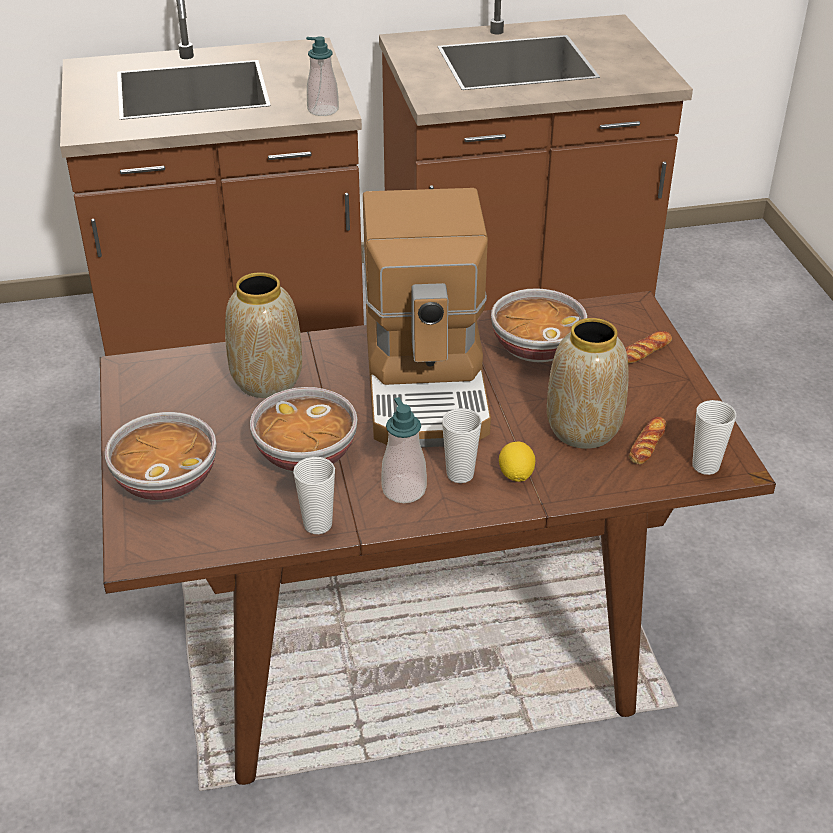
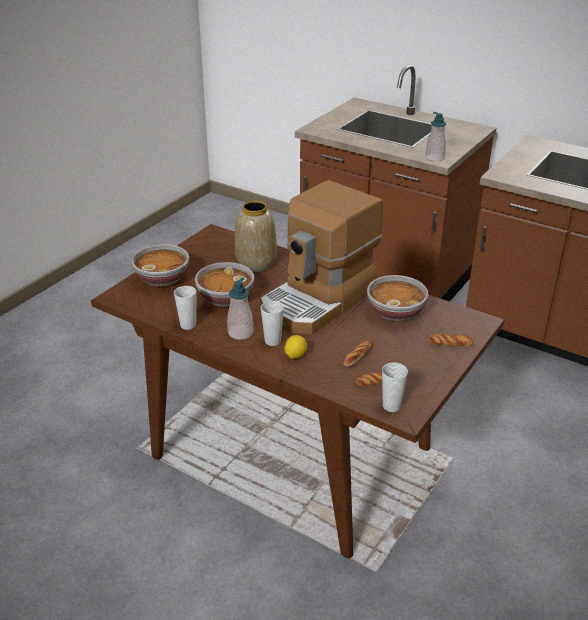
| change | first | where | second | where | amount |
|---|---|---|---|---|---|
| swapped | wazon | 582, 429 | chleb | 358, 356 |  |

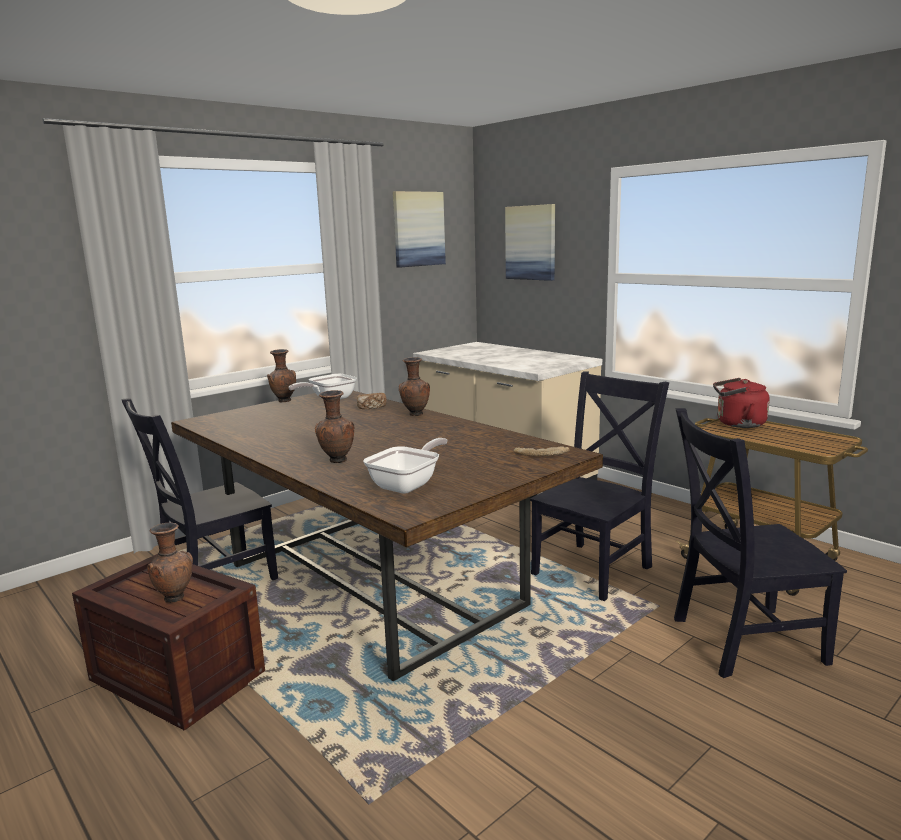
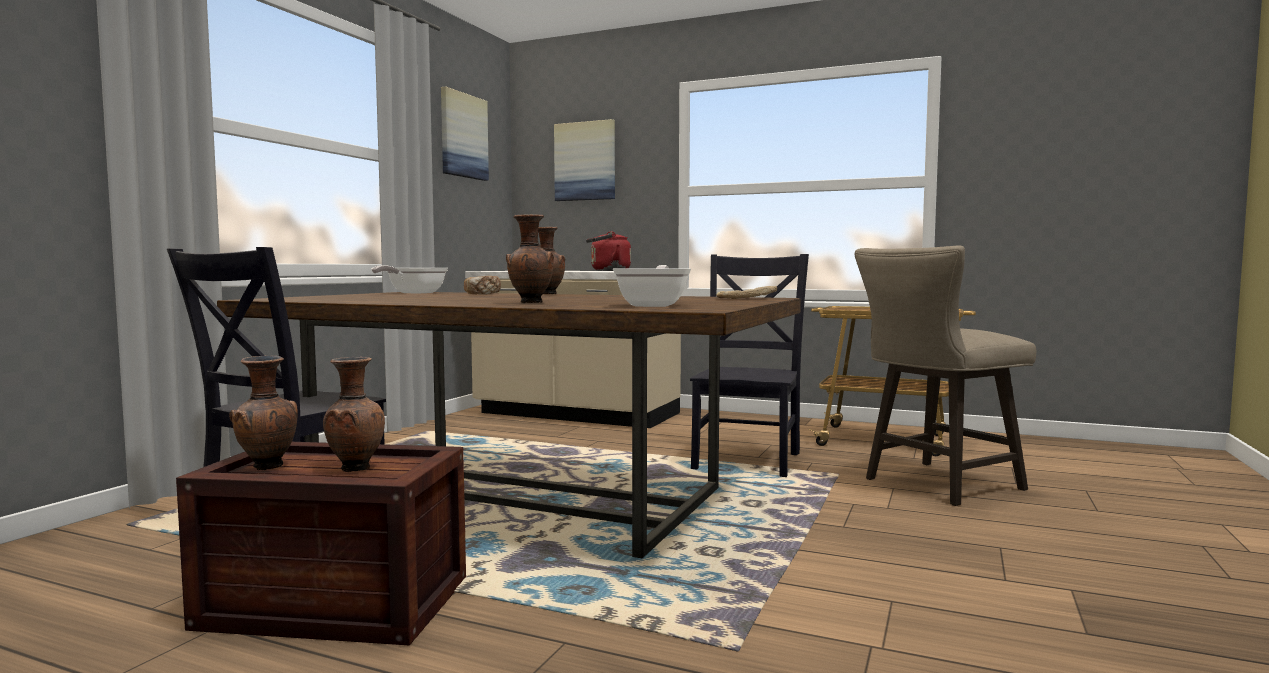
| change | first | where | second | where | amount |
|---|---|---|---|---|---|
| shifted | wazon (brązowy) | 284, 401 |  | 267, 467 |  |
| shifted | czajnik (czerwony) | 737, 424 |  | 608, 270 |  |
| swapped | krzesło (czarny) | 741, 640 | stołek (beżowy) | 935, 485 |  |

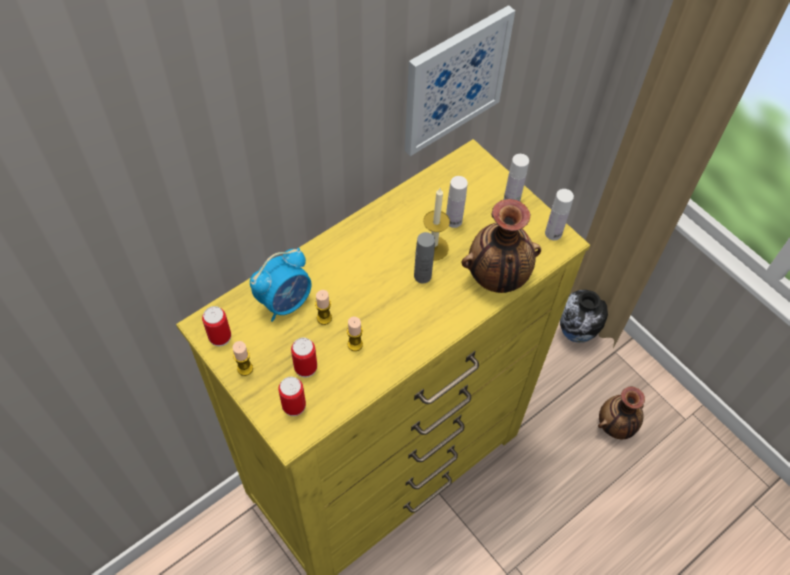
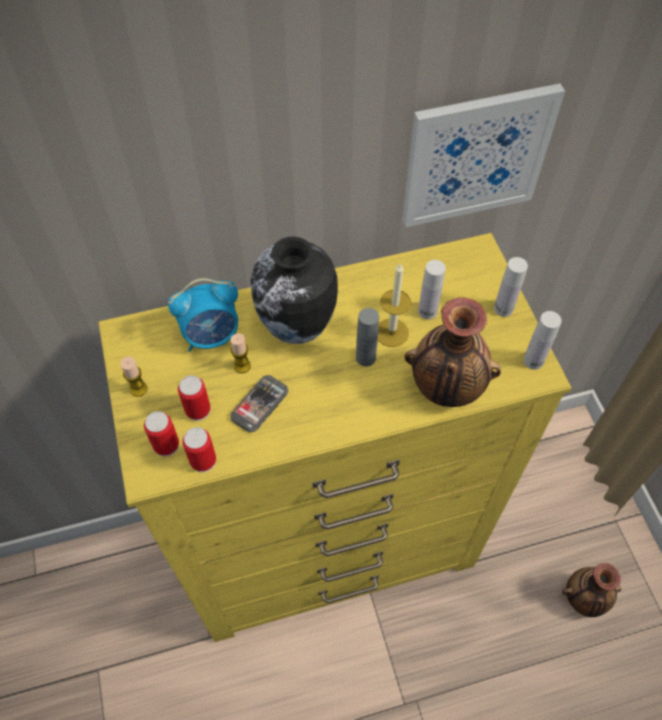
| change | first | where | second | where | amount |
|---|---|---|---|---|---|
| shifted | puszka | 220, 337 |  | 203, 460 |  |
| shifted | wazon | 575, 333 |  | 296, 329 |  |
| swapped | świeca | 355, 344 | telefon | 259, 404 |  |

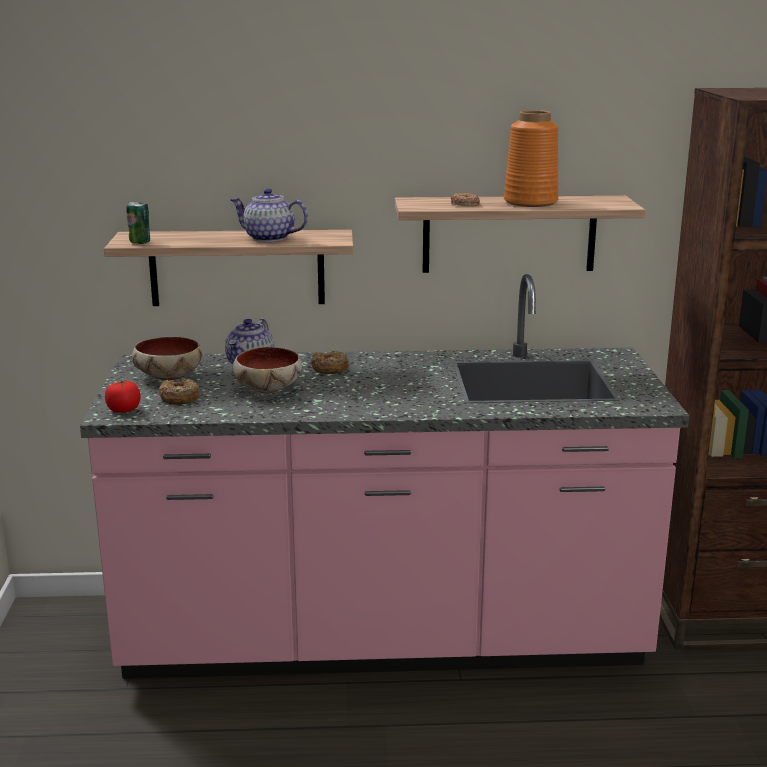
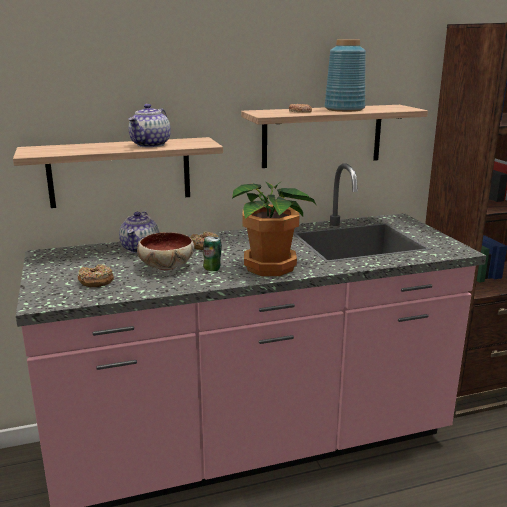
| change | first | where | second | where | amount |
|---|---|---|---|---|---|
| gone | pomidor | 124, 410 |  |  |  |
| gone | miska | 167, 377 |  |  |  |
| new |  |  | roślina doniczkowa | 272, 267 |  |
| shifted | puszka | 139, 242 |  | 212, 269 |  |
| repainted | wazon (pomarańczowy) | 531, 202 | wazon (niebieski) | 345, 109 |  |
| rotated | imbryk | 268, 238 |  | 151, 145 | 75 degrees counterclockwise |

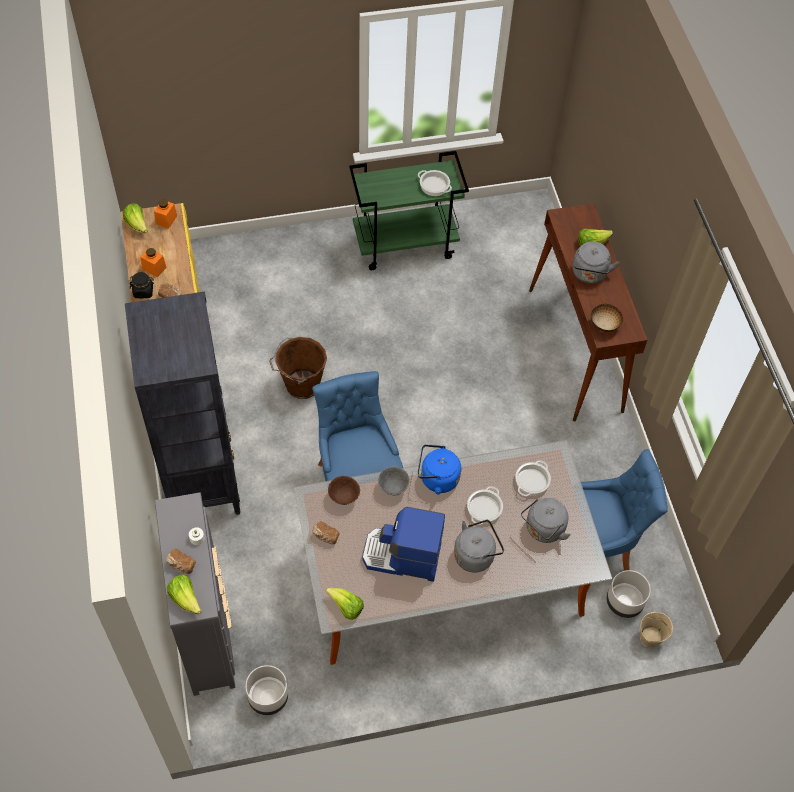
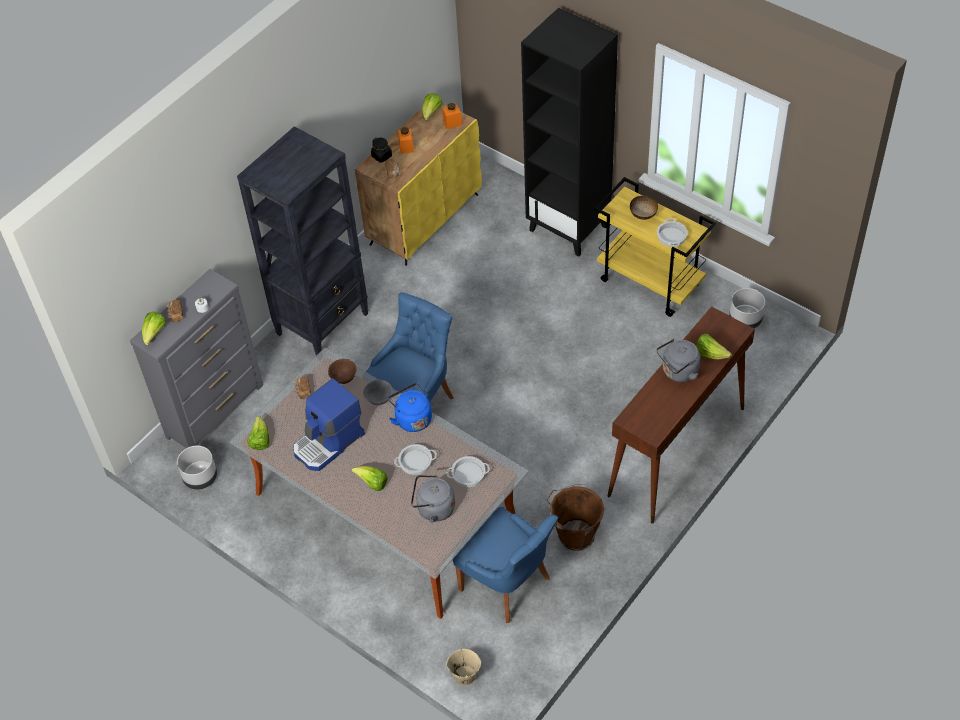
| change | first | where | second | where | amount |
|---|---|---|---|---|---|
| new |  |  | regał (czarny) | 569, 228 |  |
| shifted | wiadro (brązowy) | 301, 385 |  | 575, 534 |  |
| shifted | miska | 604, 325 |  | 643, 215 |  |
| shifted | donica (szary) | 624, 601 |  | 745, 319 |  |
| swapped | czajnik (szary) | 476, 555 | sałata | 372, 483 |  |
| repainted | wózek (zielony) | 406, 244 | wózek (żółty) | 651, 282 |  |
| rotated | ekspres do kawy | 402, 557 |  | 329, 443 | 105 degrees counterclockwise |

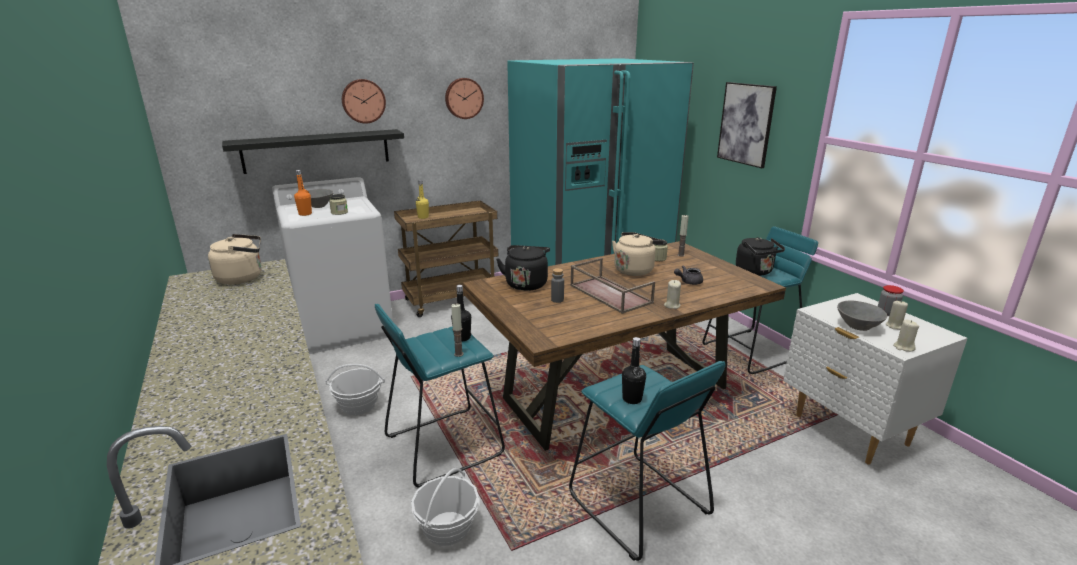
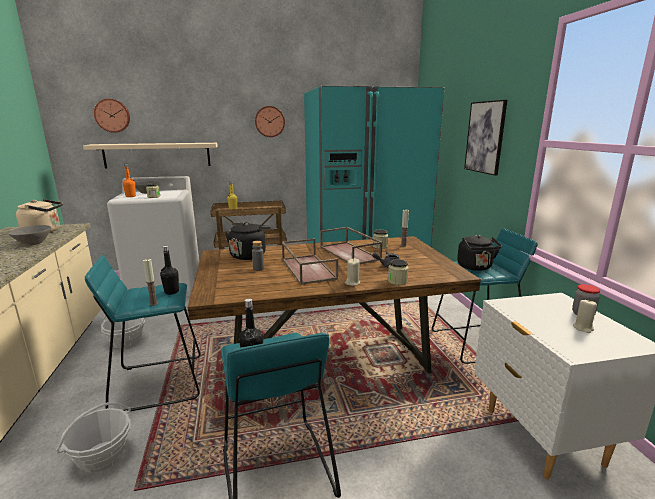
| change | first | where | second | where | amount |
|---|---|---|---|---|---|
| gone | świeca (beżowy) | 903, 347 |  |  |  |
| new |  |  | słoik | 397, 281 |  |
| shifted | zegar ścienny | 363, 101 |  | 112, 115 |  |
| shifted | miska (szary) | 858, 327 |  | 33, 243 |  |
| swapped | czajnik (beżowy) | 635, 270 | taca (brązowy) | 350, 253 |  |
| repainted | półka (czarny) | 317, 151 | półka (beżowy) | 157, 155 |  |

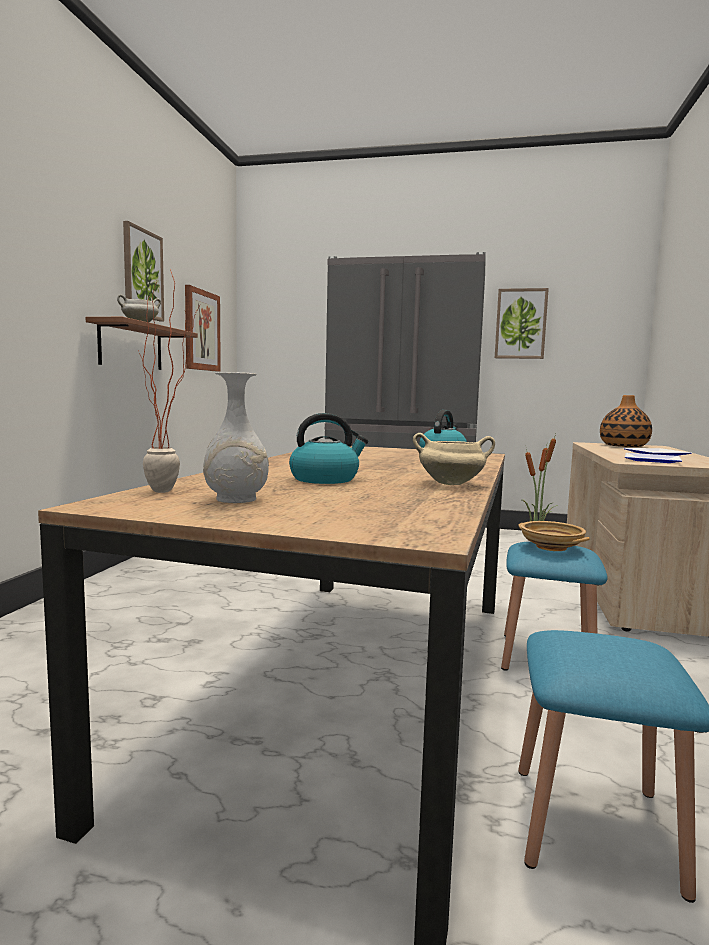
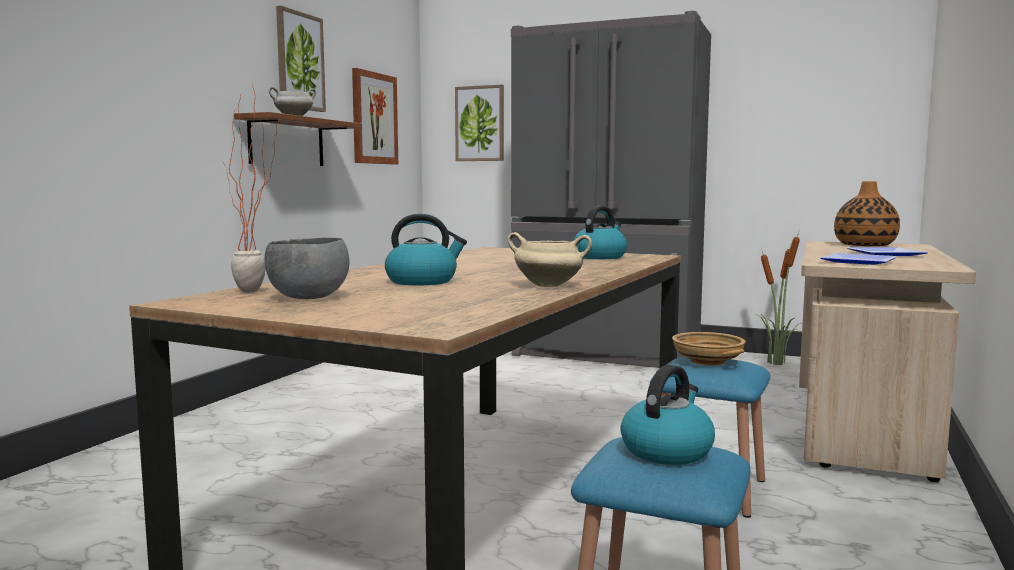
| change | first | where | second | where | amount |
|---|---|---|---|---|---|
| new |  |  | czajnik | 667, 450 |  |
| shifted | obraz | 520, 324 |  | 480, 123 |  |
| swapped | wazon (biały) | 236, 499 | miska (szary) | 308, 298 |  |

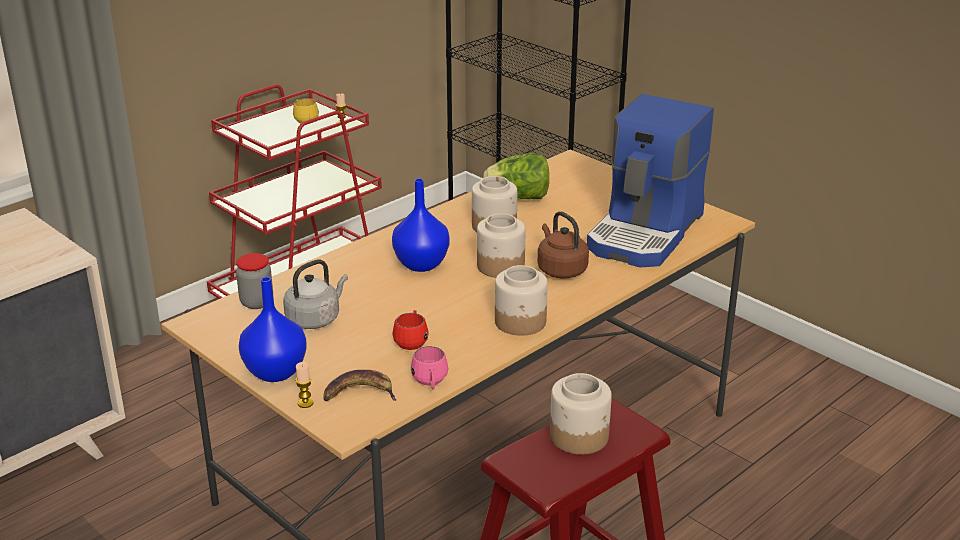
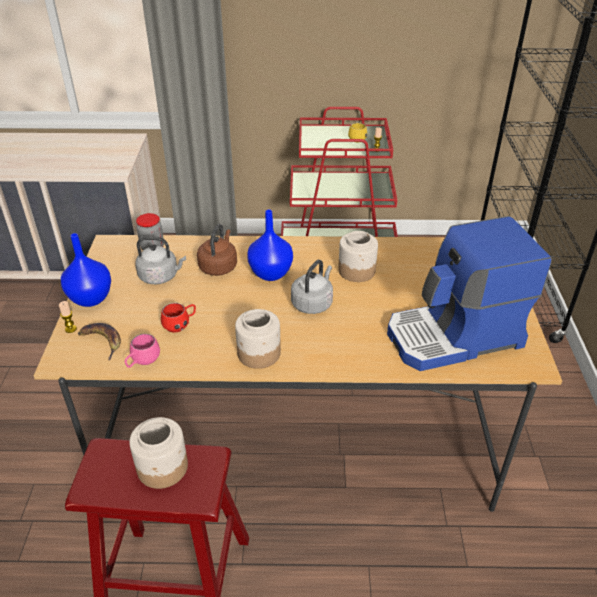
| change | first | where | second | where | amount |
|---|---|---|---|---|---|
| gone | sałata | 519, 197 |  |  |  |
| shifted | czajnik (brązowy) | 560, 269 |  | 219, 266 |  |
| swapped | słoik | 500, 266 | czajnik (szary) | 313, 303 |  |

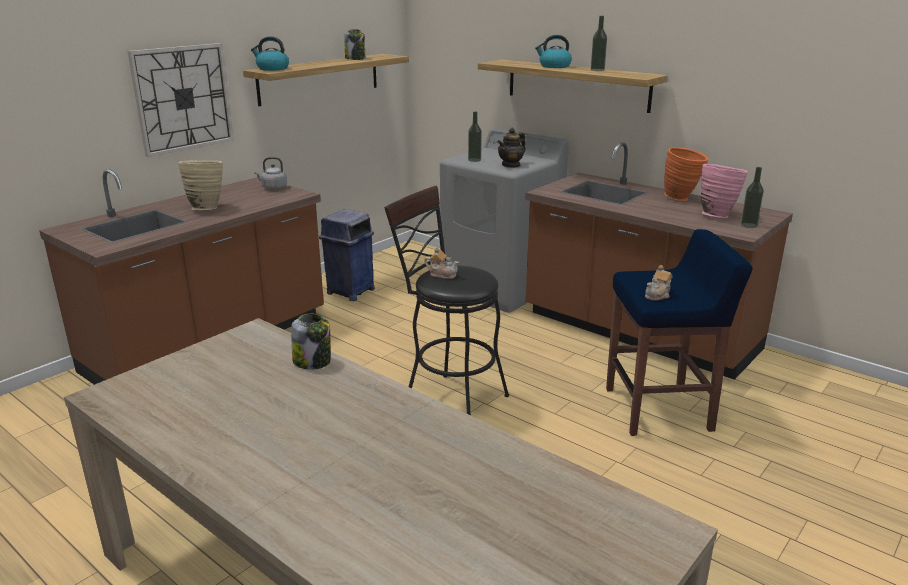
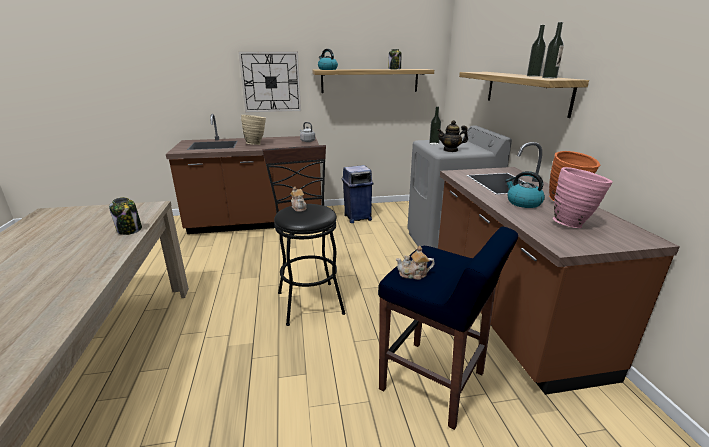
| change | first | where | second | where | amount |
|---|---|---|---|---|---|
| shifted | czajnik | 554, 66 |  | 523, 203 |  |
| shifted | butelka | 749, 225 |  | 549, 78 |  |

